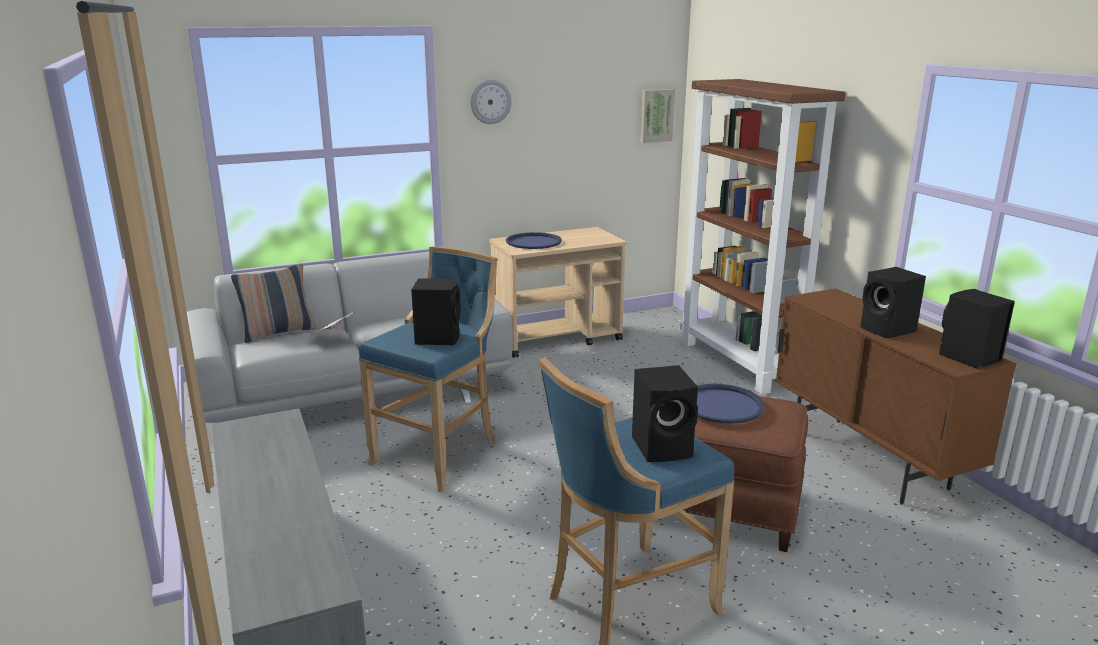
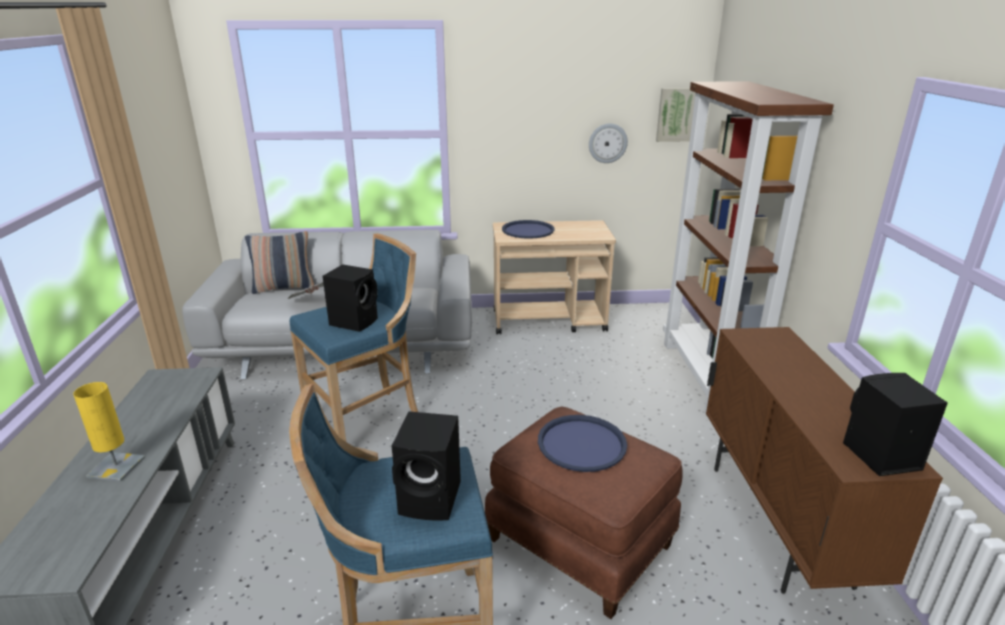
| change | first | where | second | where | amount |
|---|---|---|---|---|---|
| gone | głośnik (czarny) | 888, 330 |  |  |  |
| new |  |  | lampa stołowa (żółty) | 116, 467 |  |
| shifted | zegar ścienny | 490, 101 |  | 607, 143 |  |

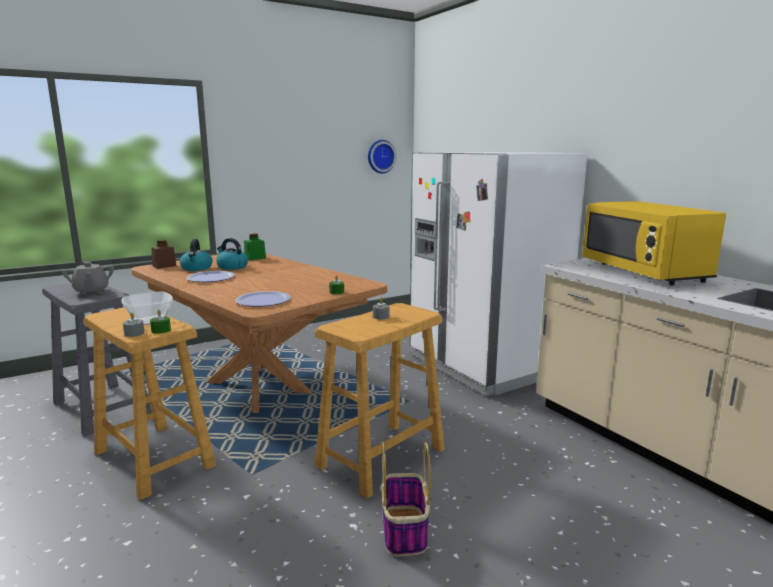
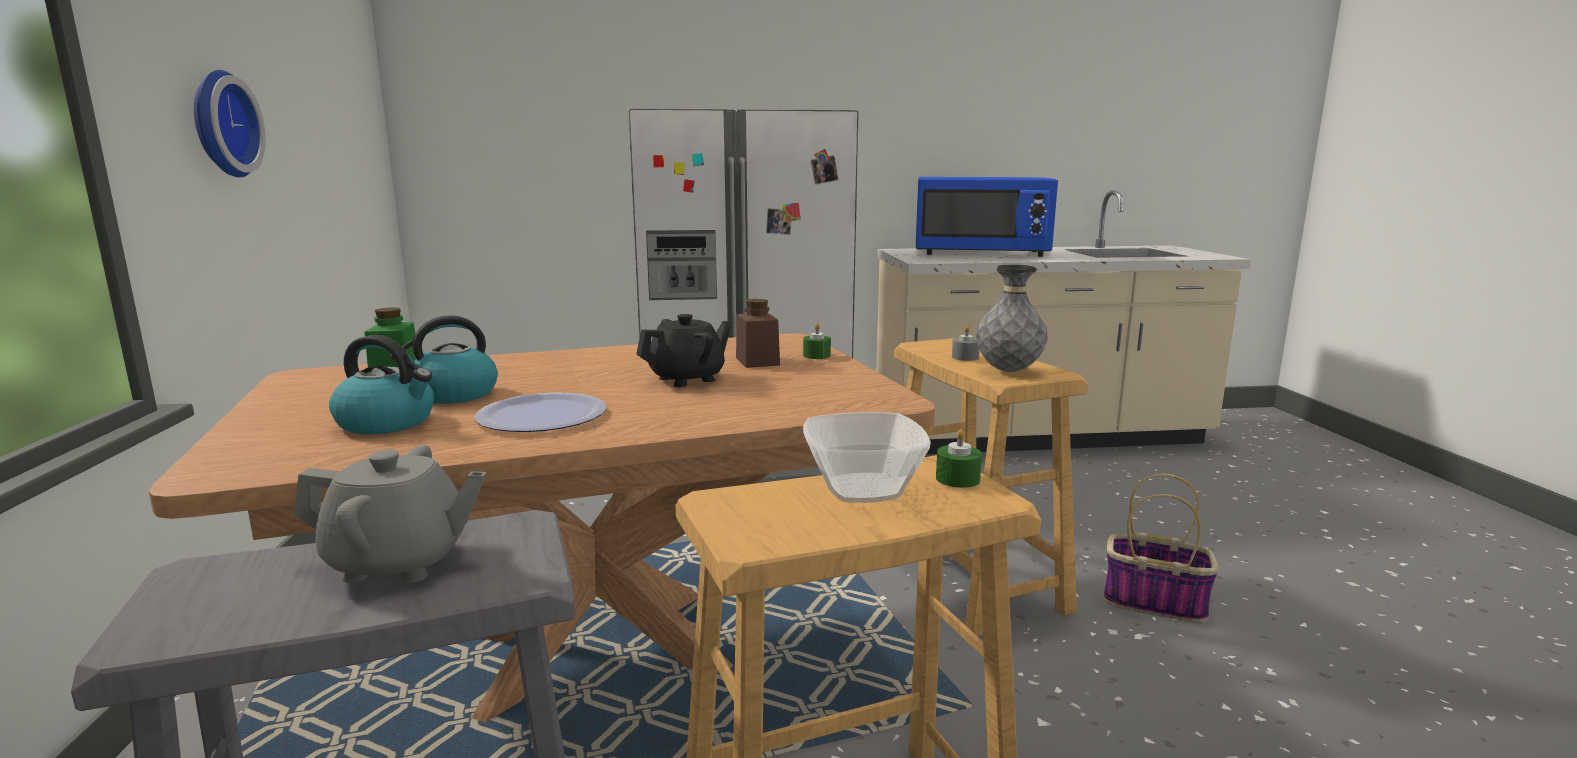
| change | first | where | second | where | amount |
|---|---|---|---|---|---|
| gone | świeca (szary) | 134, 333 |  |  |  |
| gone | talerz | 263, 300 |  |  |  |
| new |  |  | imbryk (czarny) | 687, 379 |  |
| new |  |  | wazon (szary) | 1008, 371 |  |
| shifted | słoik (brązowy) | 164, 266 |  | 757, 361 |  |
| shifted | zegar ścienny | 380, 156 |  | 220, 124 |  |
| repainted | mikrofalówka (żółty) | 644, 272 | mikrofalówka (niebieski) | 980, 253 |  |

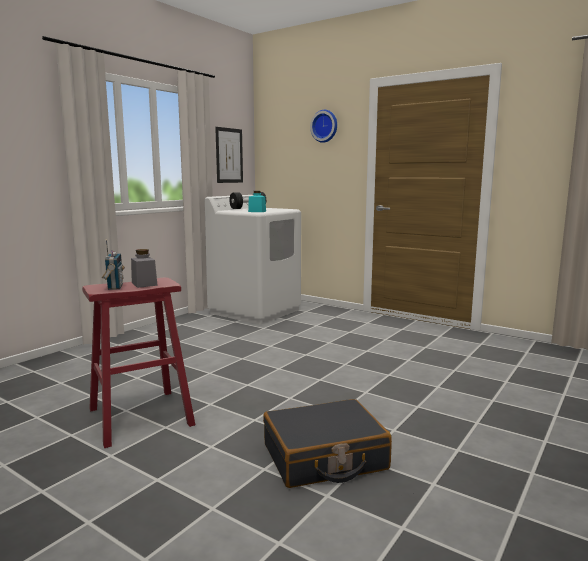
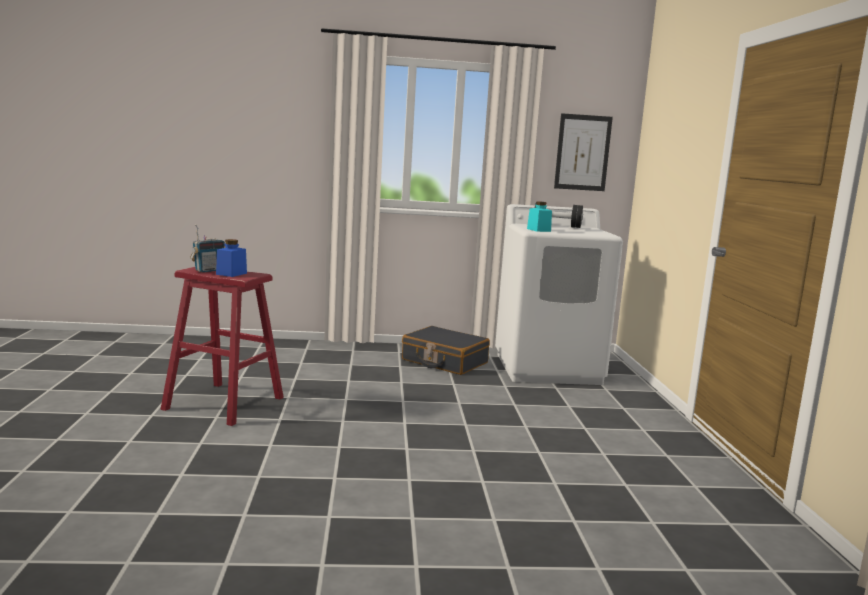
| change | first | where | second | where | amount |
|---|---|---|---|---|---|
| gone | zegar ścienny | 325, 126 |  |  |  |
| shifted | walizka (czarny) | 324, 458 |  | 444, 361 |  |
| repainted | słoik (szary) | 144, 284 | słoik (niebieski) | 231, 274 |  |

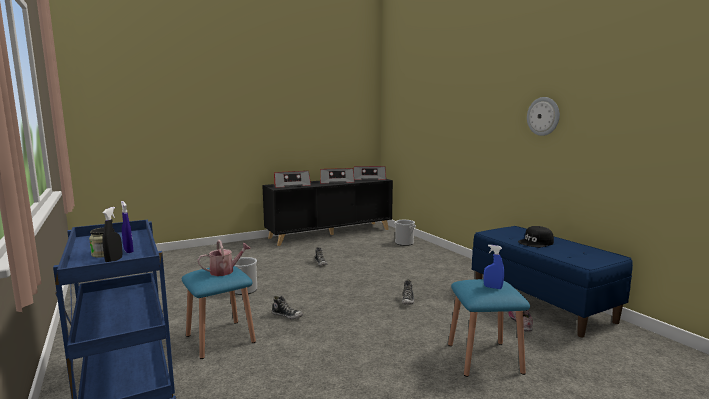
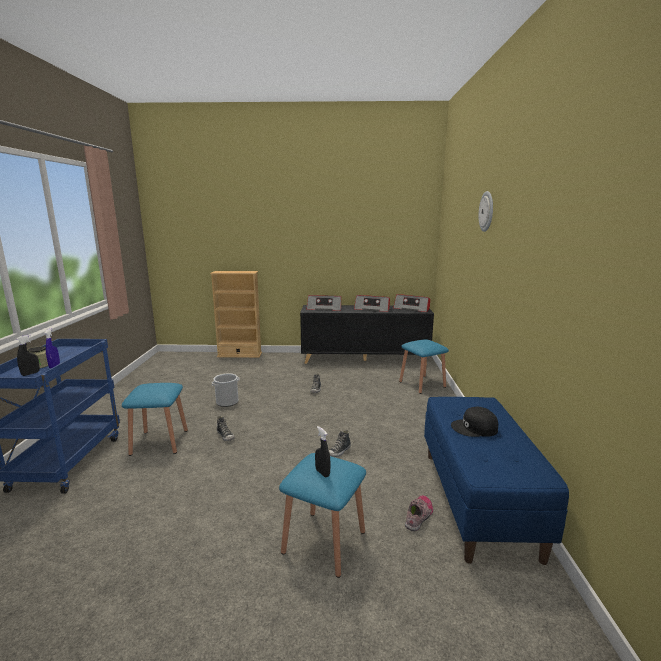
| change | first | where | second | where | amount |
|---|---|---|---|---|---|
| gone | konewka | 225, 271 |  |  |  |
| new |  |  | regał (beżowy) | 239, 355 |  |
| shifted | zegar ścienny | 543, 116 |  | 487, 211 |  |
| swapped | wiadro | 404, 243 | stołek (niebieski) | 422, 384 |  |
| repainted | spryskiwacz (niebieski) | 492, 287 | spryskiwacz (czarny) | 322, 473 |  |

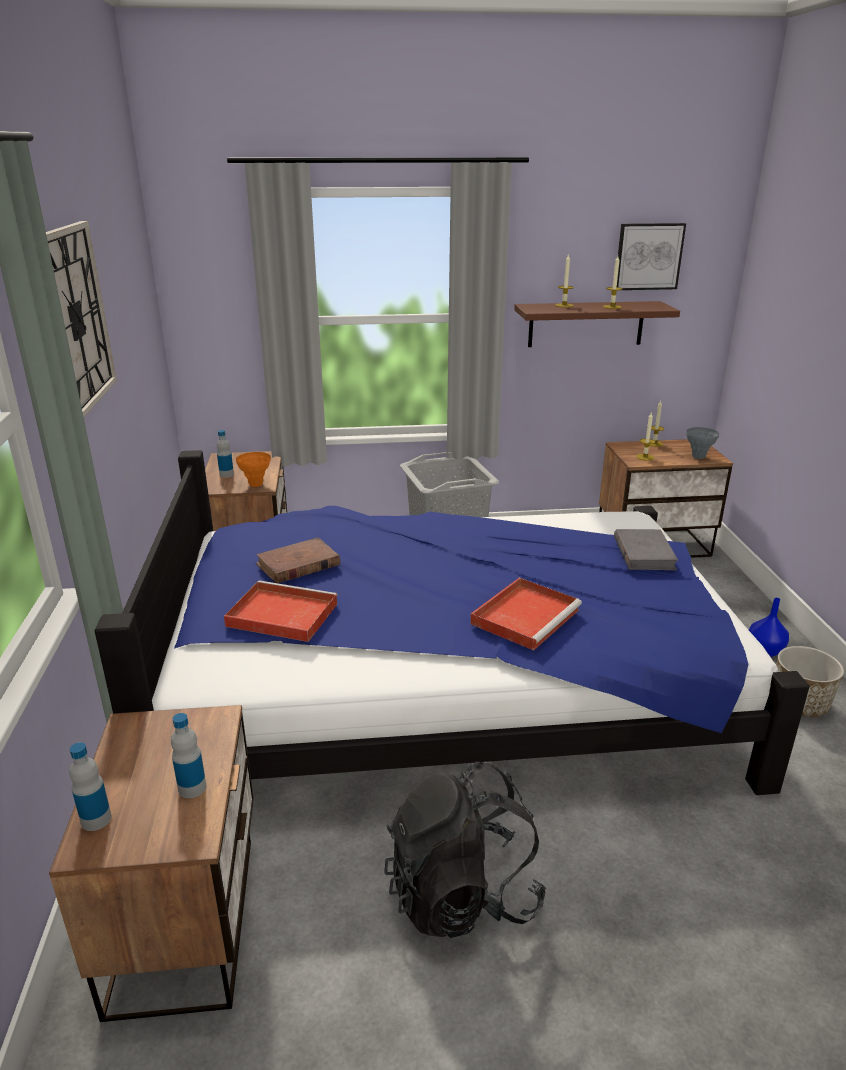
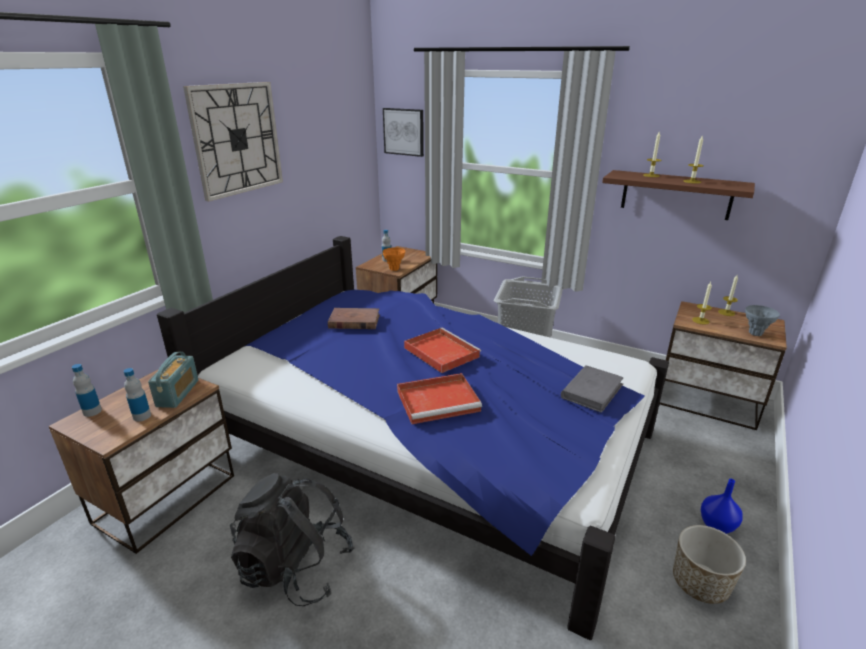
| change | first | where | second | where | amount |
|---|---|---|---|---|---|
| new |  |  | radio | 178, 393 |  |
| shifted | taca (czerwony) | 280, 615 |  | 440, 352 |  |
| shifted | obraz | 648, 256 |  | 404, 132 |  |

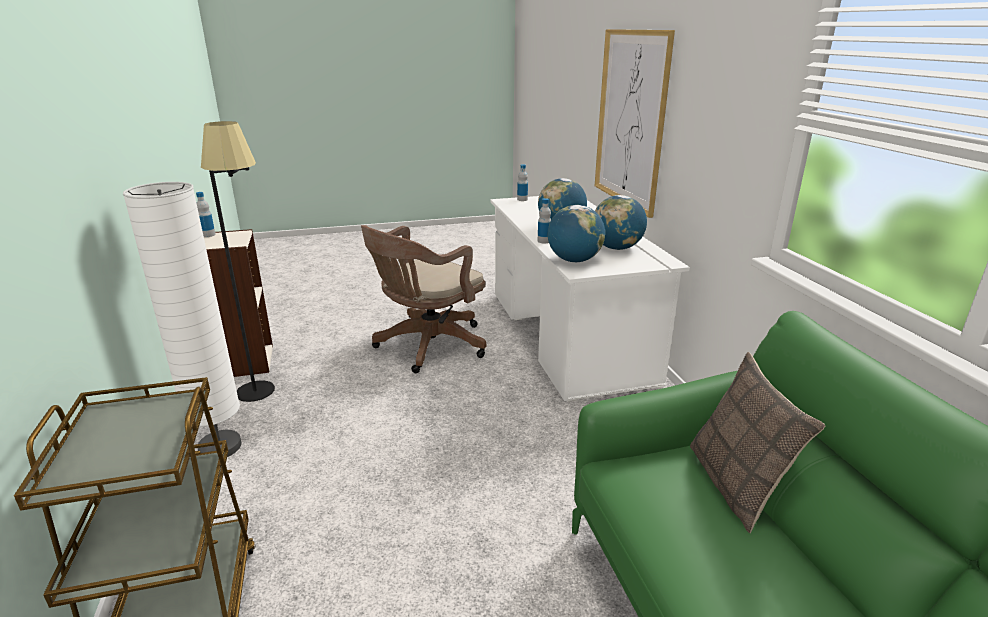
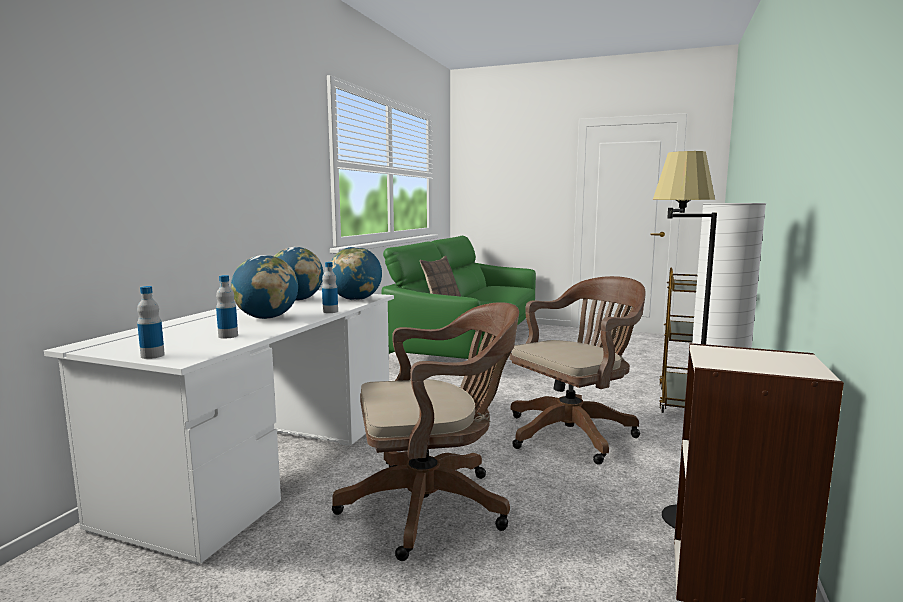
| change | first | where | second | where | amount |
|---|---|---|---|---|---|
| gone | obraz | 630, 119 |  |  |  |
| new |  |  | krzesło biurowe (brązowy) | 574, 433 |  |
| shifted | butelka | 208, 235 |  | 228, 336 |  |

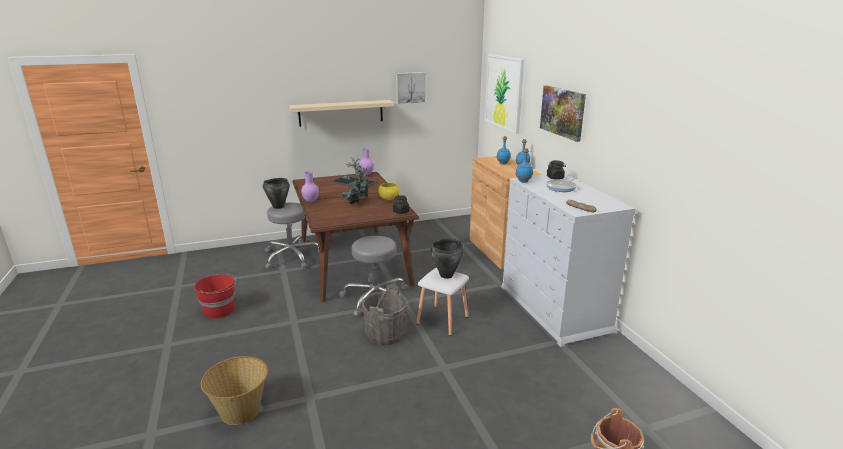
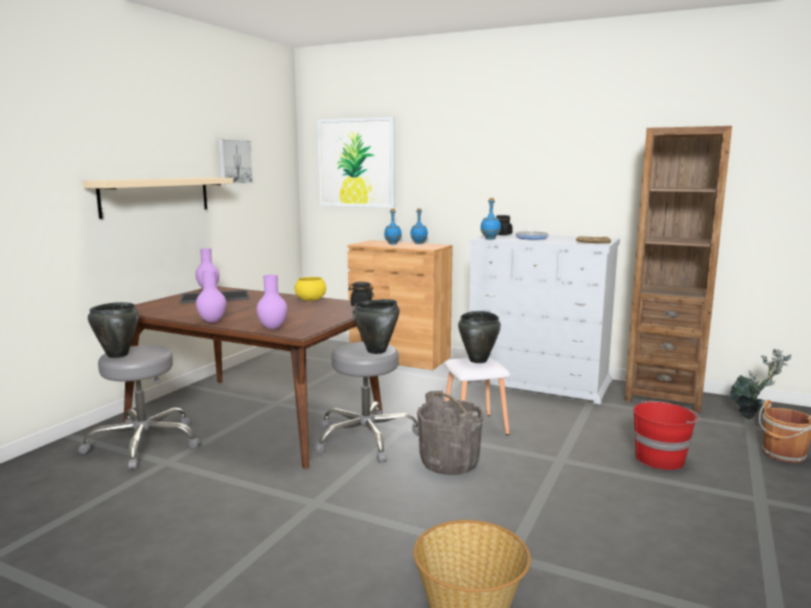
| change | first | where | second | where | amount |
|---|---|---|---|---|---|
| gone | obraz | 562, 112 |  |  |  |
| new |  |  | wazon (fioletowy) | 272, 328 |  |
| new |  |  | garnek (czarny) | 377, 351 |  |
| new |  |  | regał (brązowy) | 663, 396 |  |
| shifted | wiadro (czerwony) | 220, 311 |  | 660, 459 |  |
| shifted | roślina doniczkowa | 357, 204 |  | 753, 417 |  |

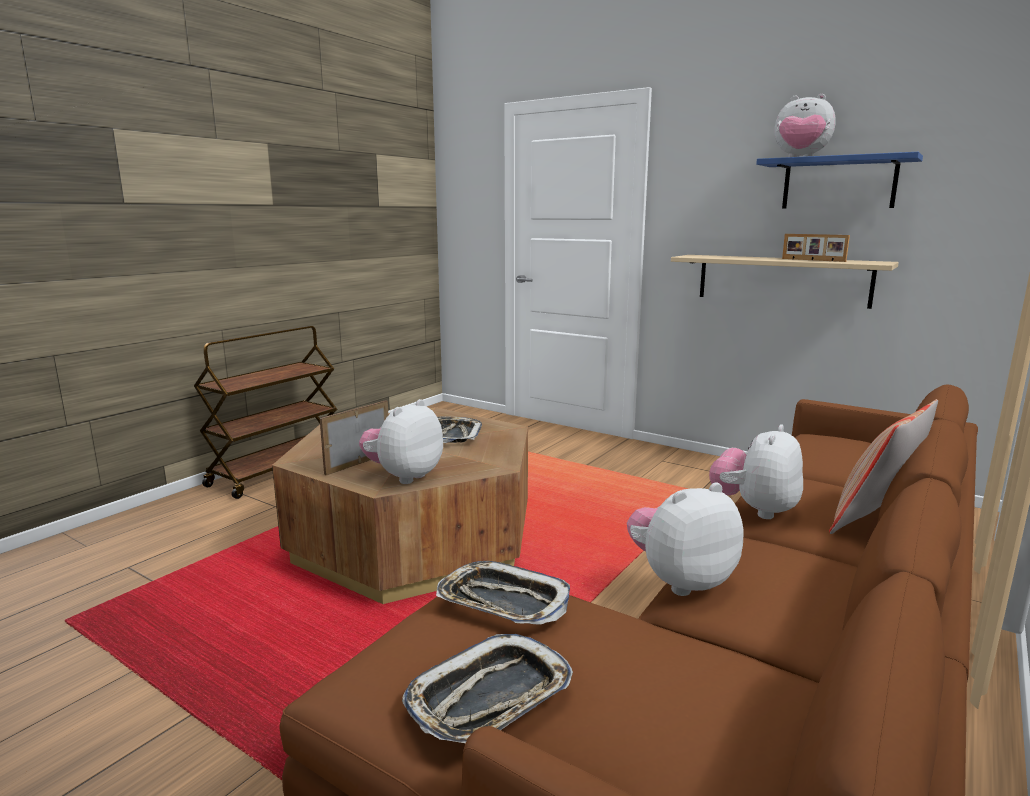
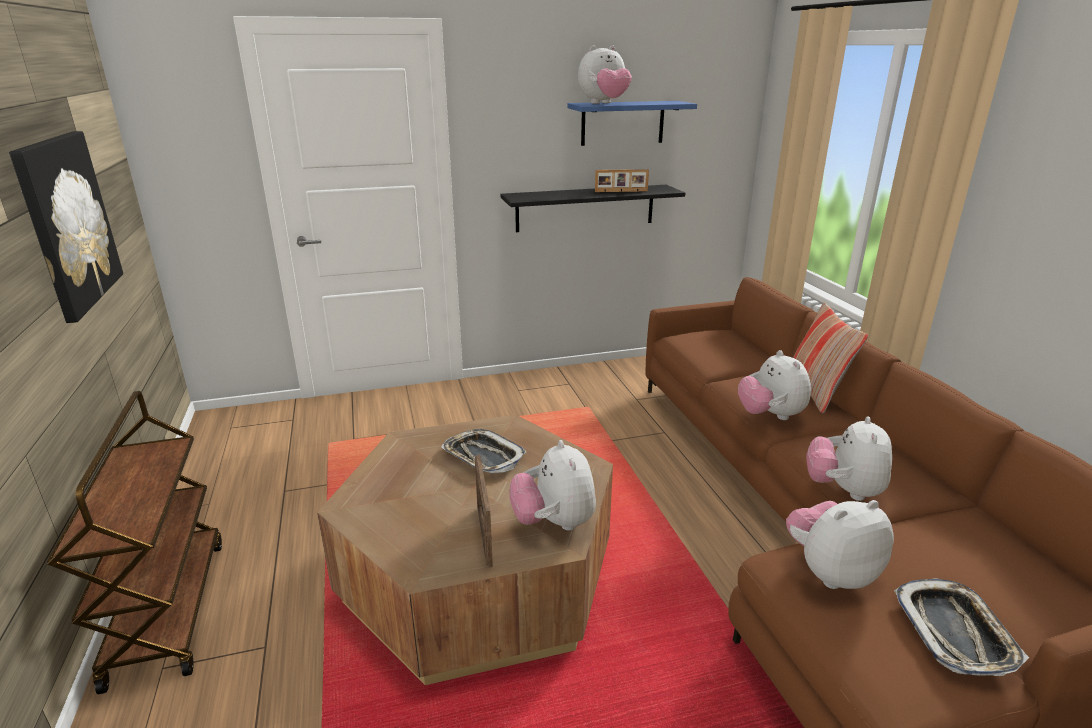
| change | first | where | second | where | amount |
|---|---|---|---|---|---|
| new |  |  | obraz | 68, 222 |  |
| swapped | taca | 503, 602 | pluszak | 830, 572 |  |
| repainted | półka (beżowy) | 782, 280 | półka (czarny) | 585, 208 |  |

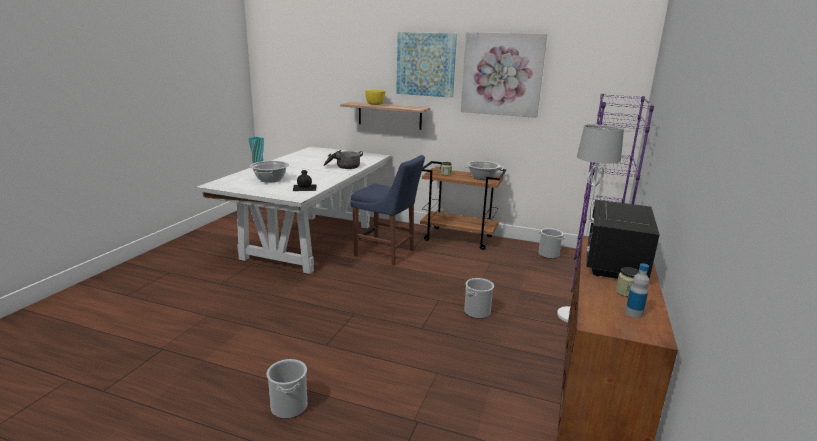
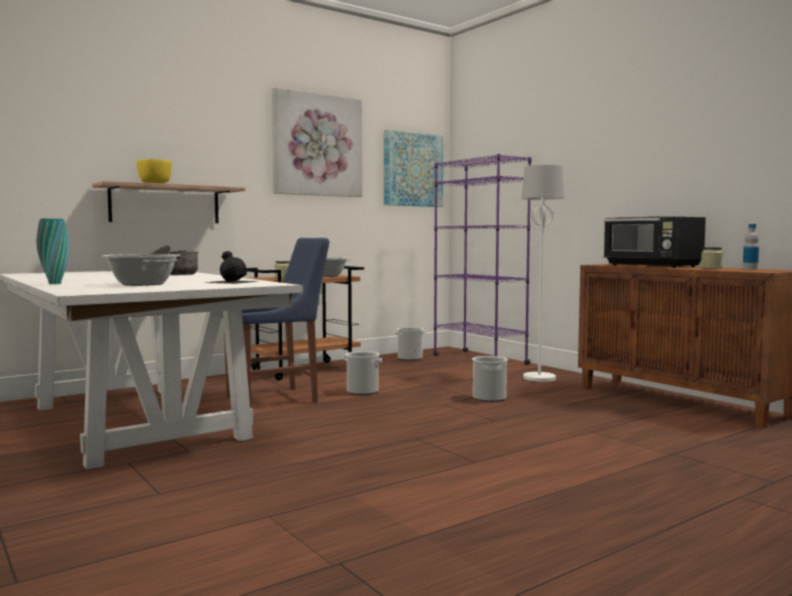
| change | first | where | second | where | amount |
|---|---|---|---|---|---|
| shifted | wiadro | 289, 406 |  | 362, 391 |  |
| shifted | obraz | 426, 64 |  | 412, 169 |  |

